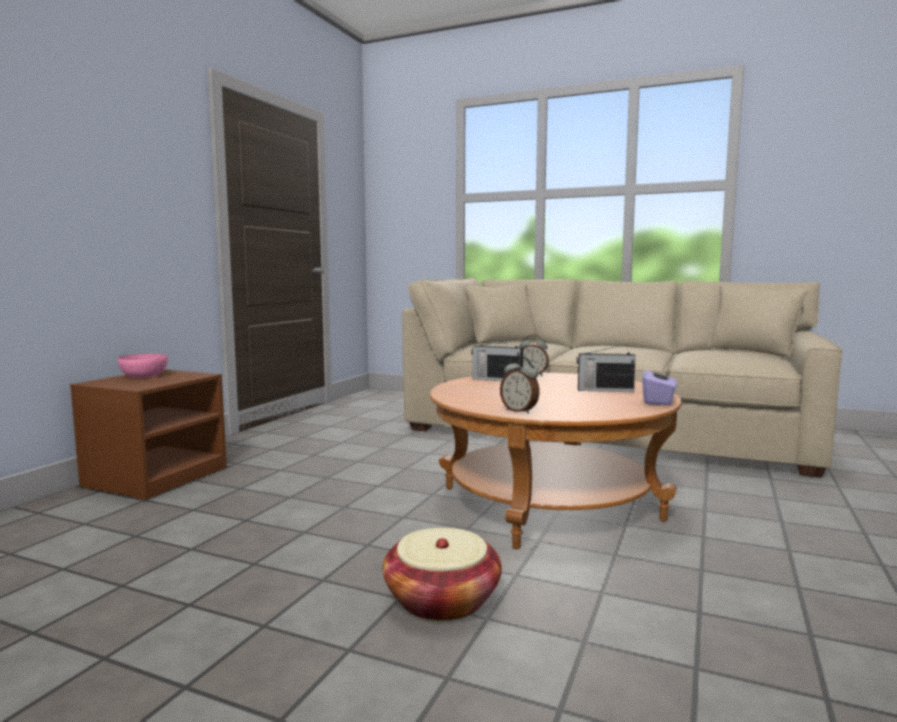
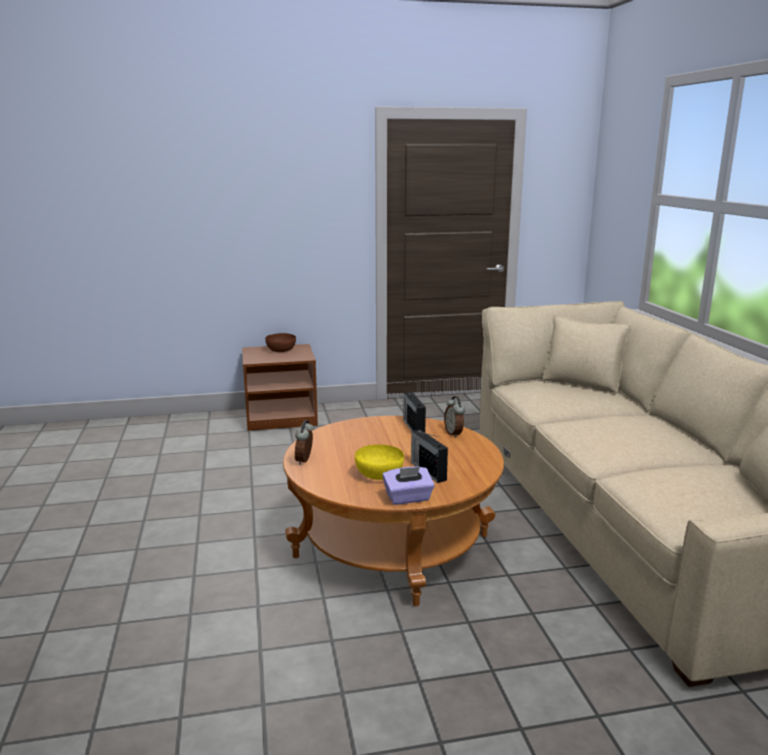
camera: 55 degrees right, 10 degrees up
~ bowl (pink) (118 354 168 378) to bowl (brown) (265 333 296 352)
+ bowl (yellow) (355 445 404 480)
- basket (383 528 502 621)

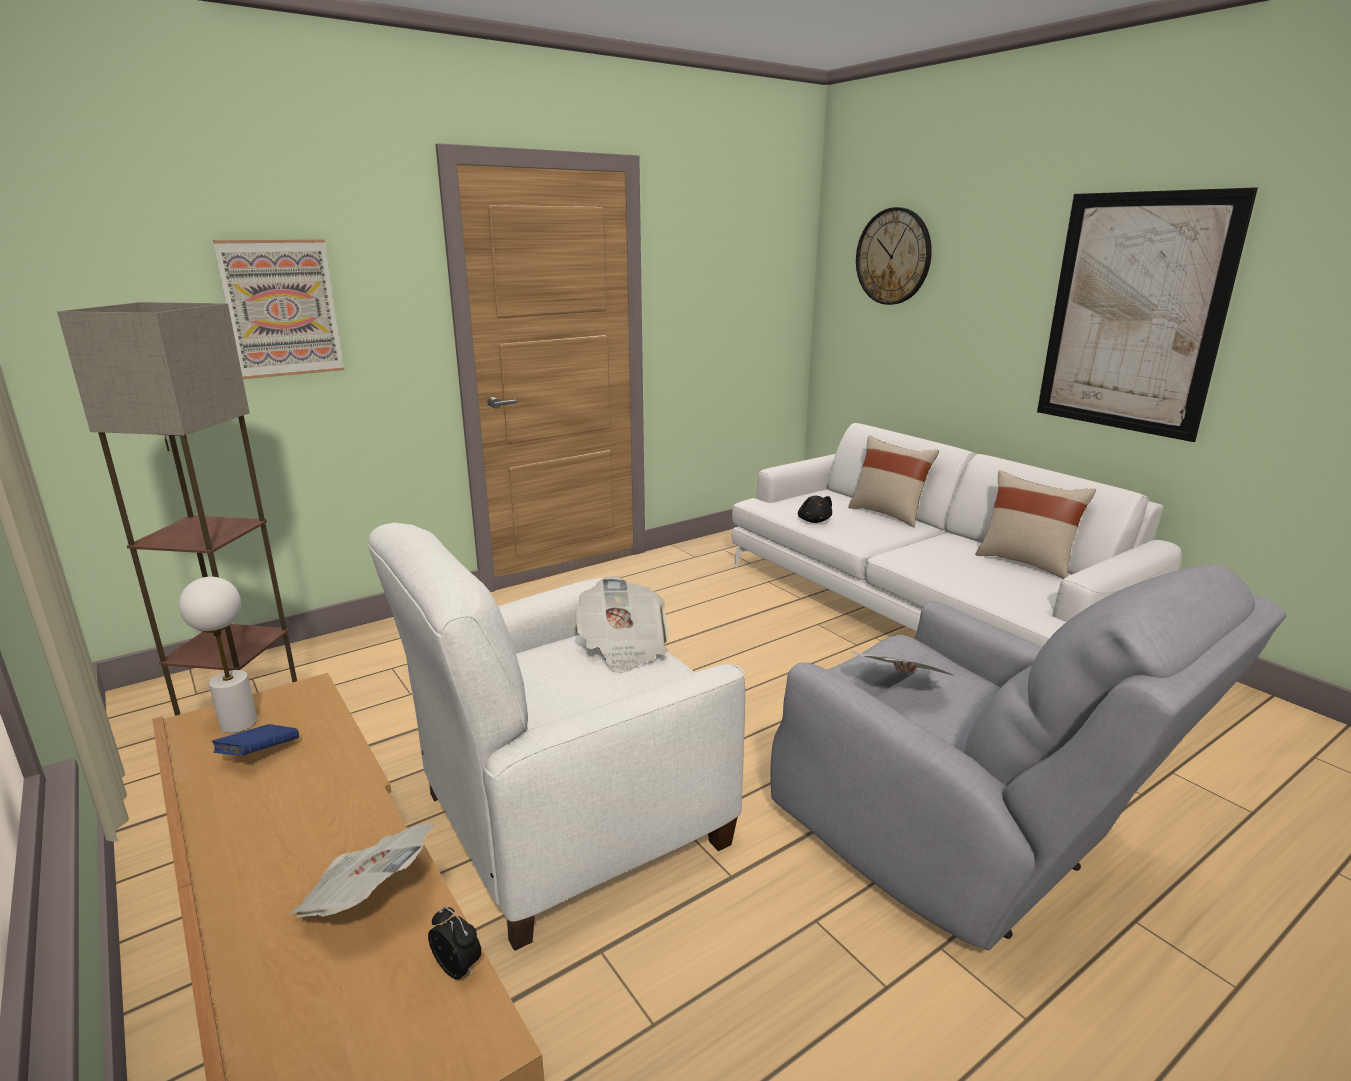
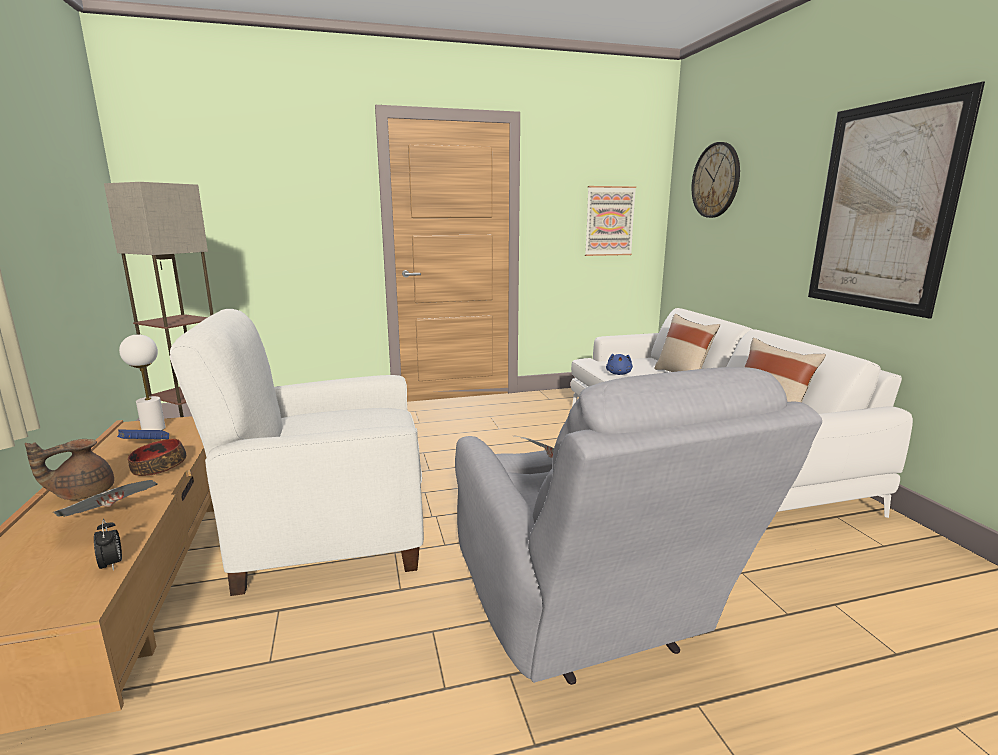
camera: 20 degrees right, 5 degrees down
+ teapot (brown) (25 439 114 500)
+ bowl (128 439 186 476)
~ picture (213 240 344 379) to (585 186 636 256)
~ plush toy (black) (798 496 832 523) to plush toy (blue) (606 354 633 375)
- newspaper (575 576 668 674)

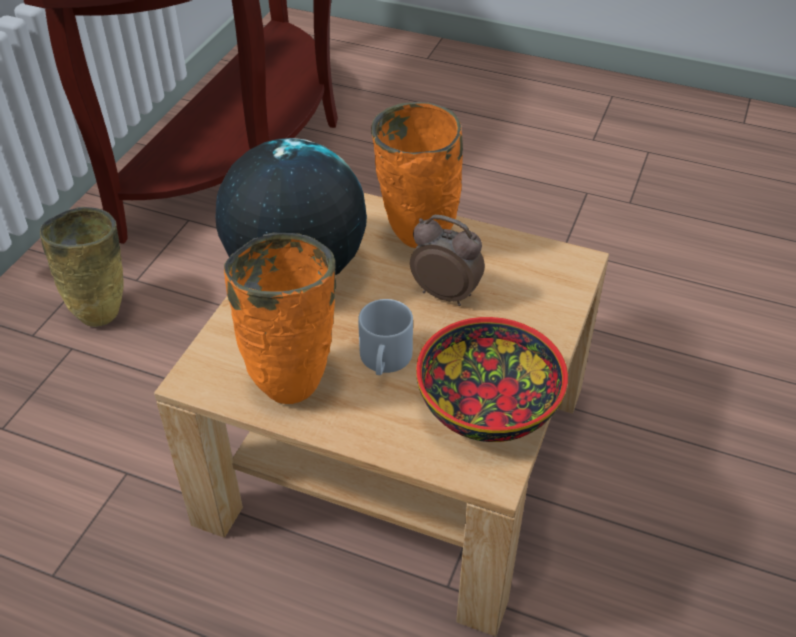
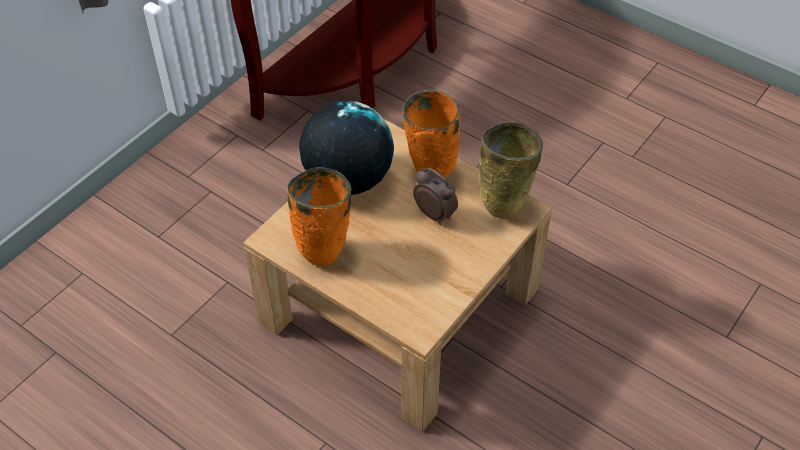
camera: 15 degrees right, 5 degrees up
~ vase (beige) (40 207 124 327) to (478 122 543 218)
- mug (grey) (358 299 413 375)
- bowl (416 317 568 442)

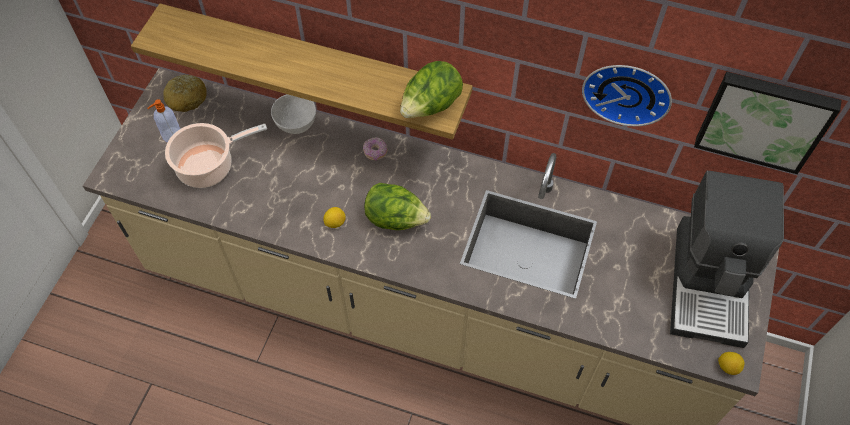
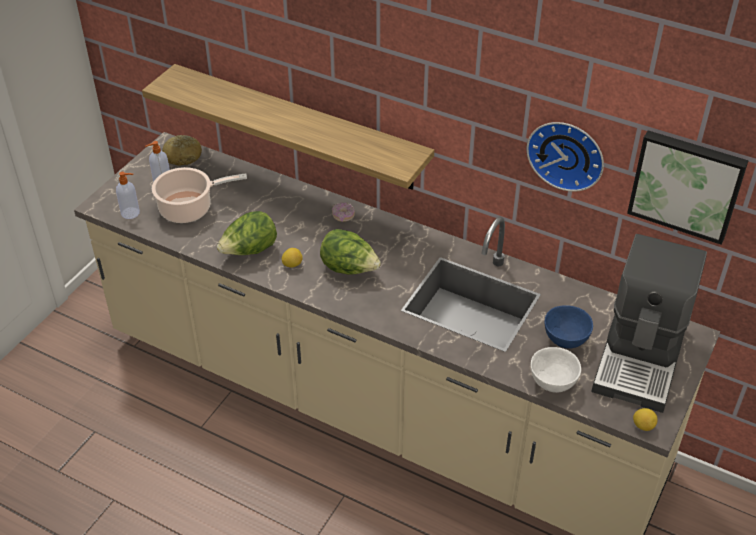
camera: 10 degrees right, 15 degrees down
+ soap dispenser (116 172 140 219)
~ lettuce (400 61 463 118) to (217 211 277 255)
~ bowl (white) (271 94 316 134) to (531 347 581 393)
+ bowl (blue) (545 305 593 349)

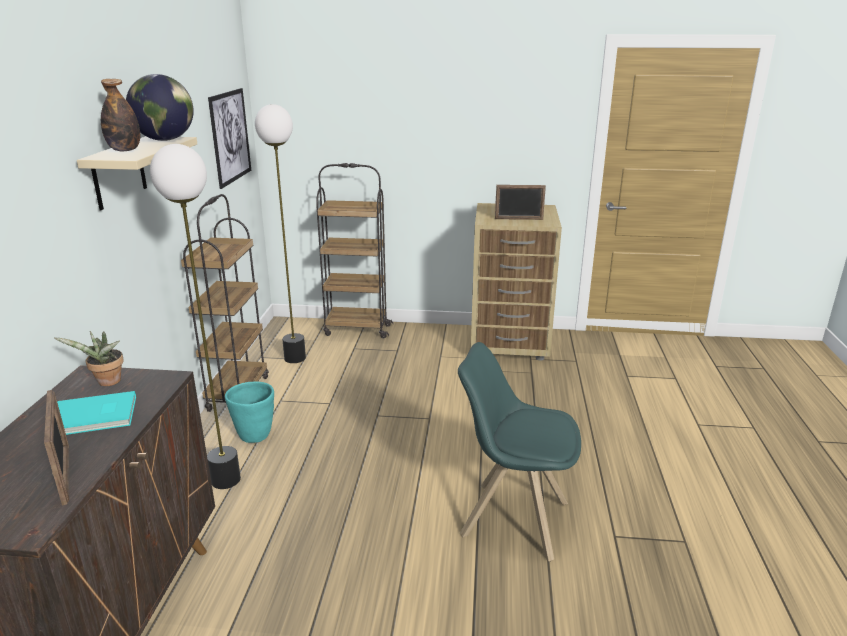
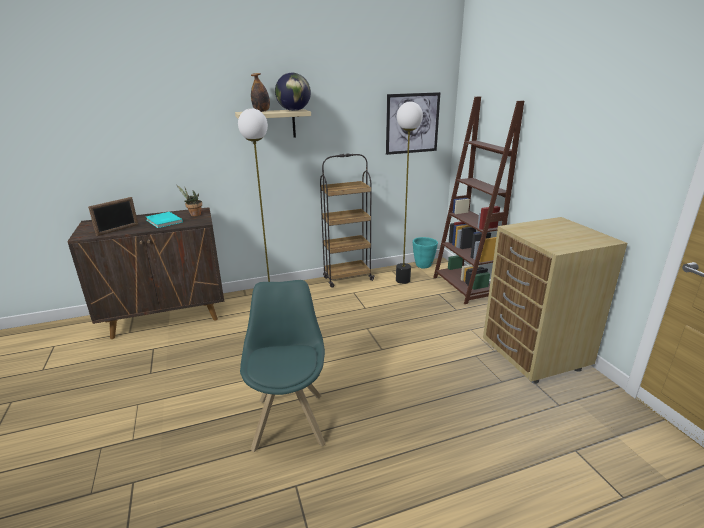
camera: 65 degrees right, 0 degrees up
~ planter (turquoise) (225 381 274 443) to (413 237 438 269)
~ cart (brown) (316 163 393 339) to bookcase (brown) (433 97 524 304)
- picture frame (495 185 546 220)

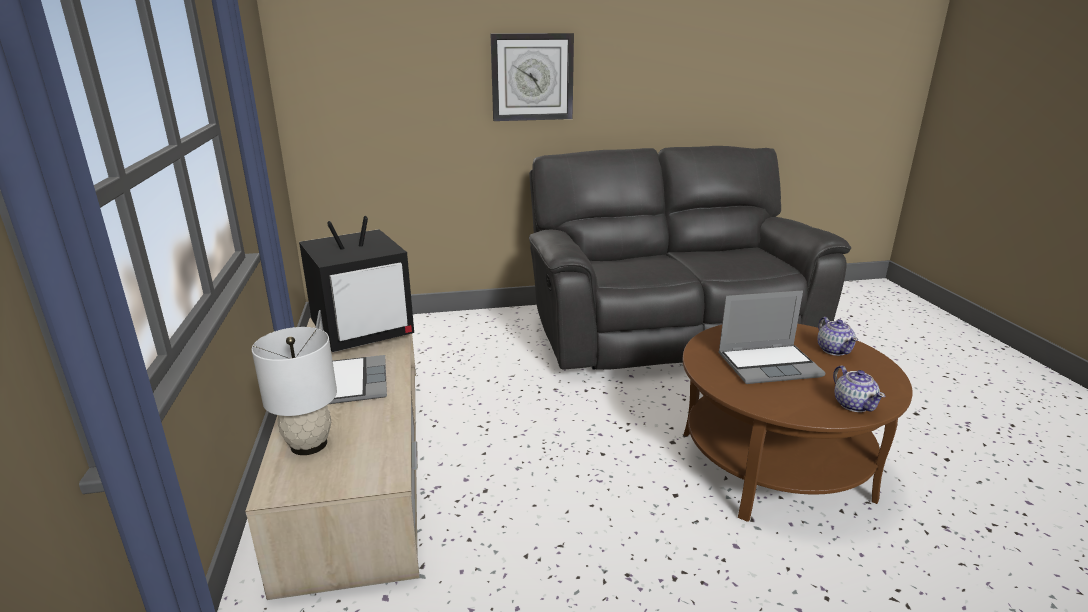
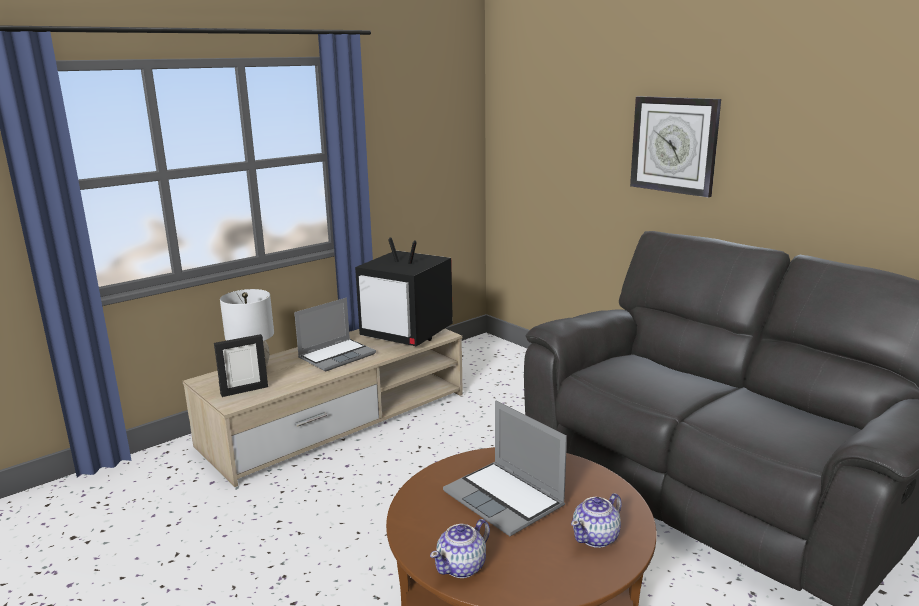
camera: 60 degrees right, 5 degrees down
+ picture frame (214 334 268 397)

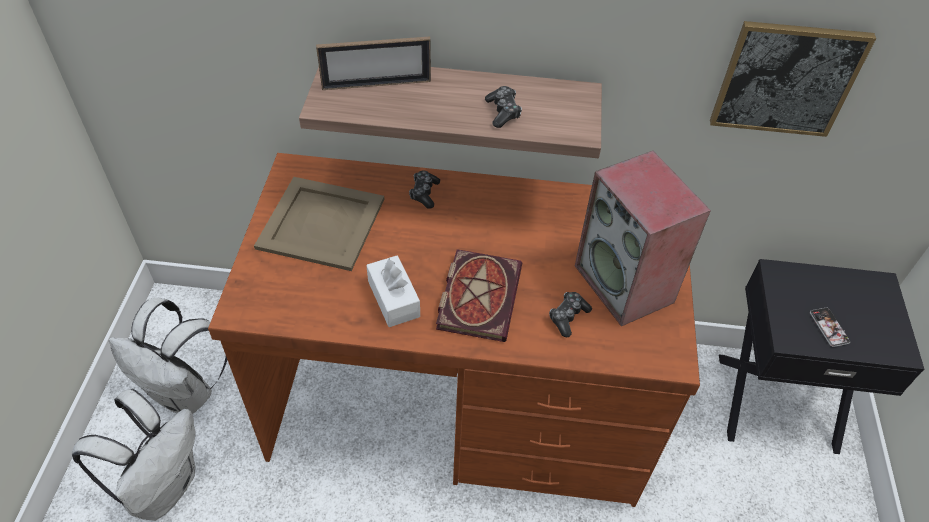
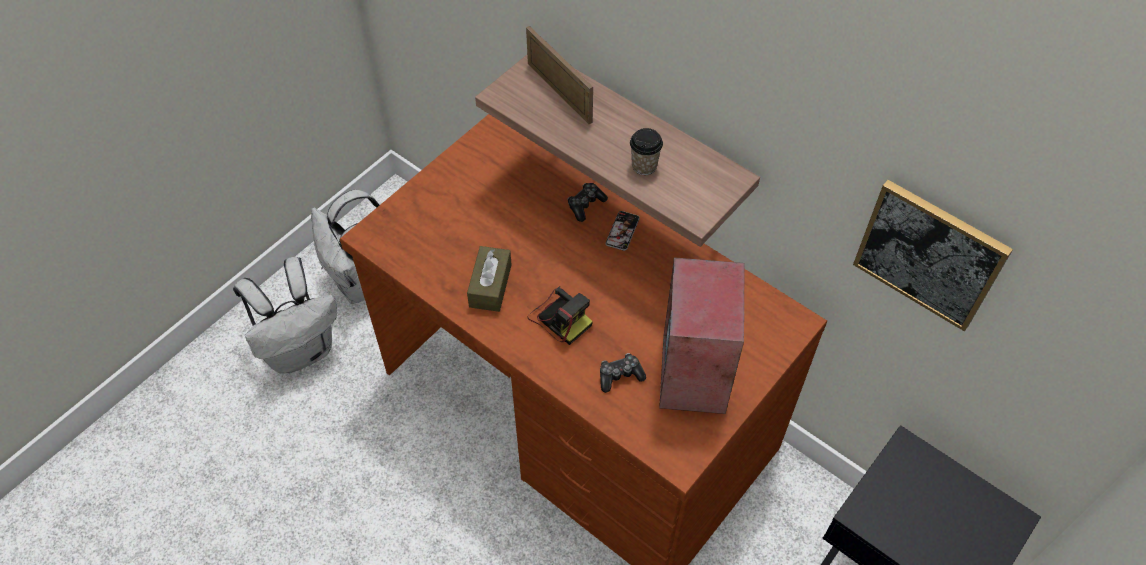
camera: 35 degrees right, 5 degrees up
~ tissue box (white) (366 255 420 327) to tissue box (brown) (467 246 512 312)
~ picture frame (316 36 431 90) = (526 26 593 124) 150 degrees counterclockwise
~ book (436 249 522 342) to photo camera (527 286 593 345)
~ phone (810 308 850 347) to (605 211 640 251)
~ game controller (485 86 522 128) to cup (630 128 663 175)
- tray (beige) (254 177 384 271)

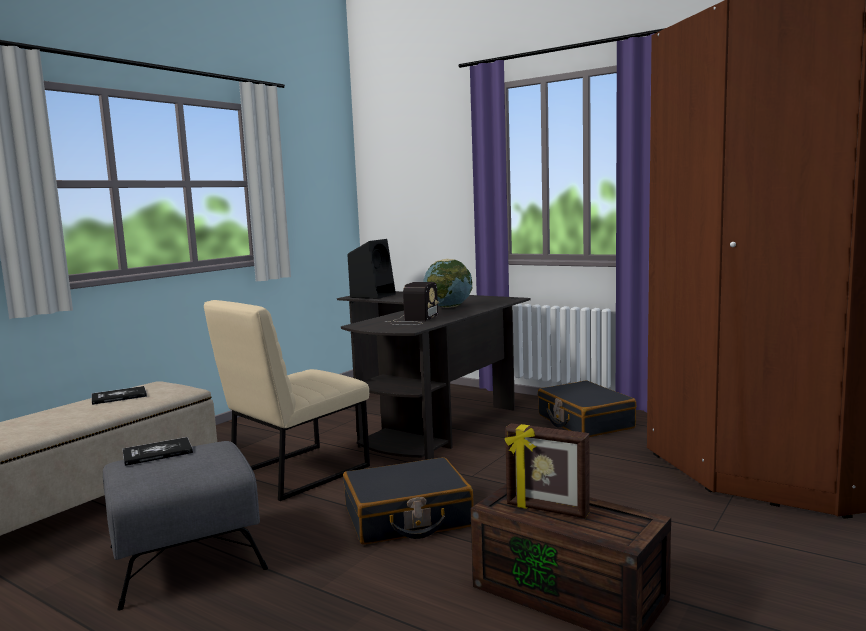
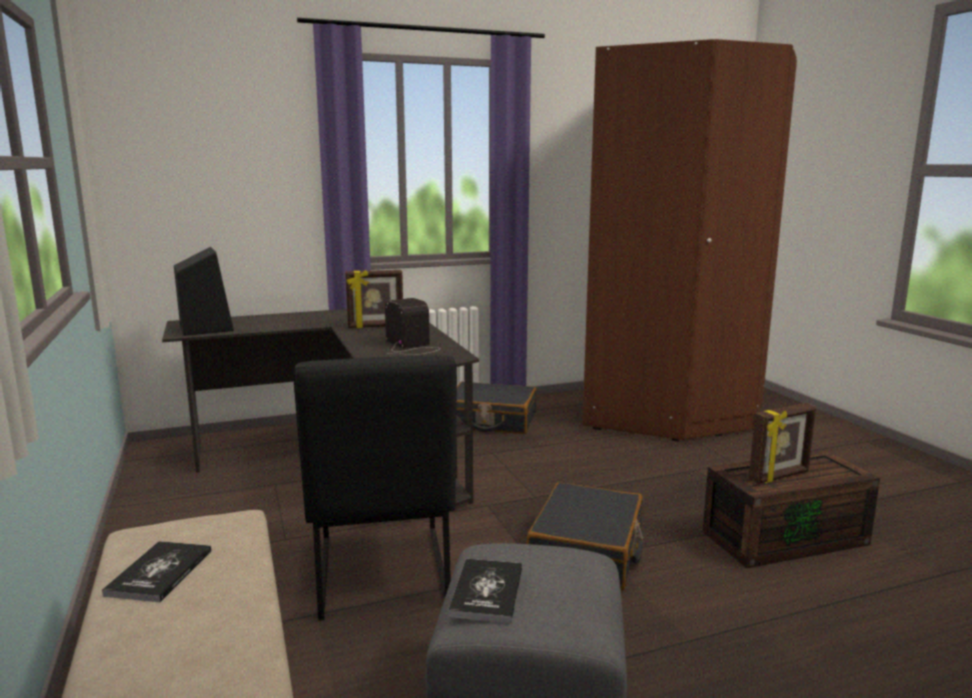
camera: 55 degrees left, 5 degrees up
~ chair (beige) (204 300 370 501) to chair (black) (294 355 457 621)
~ globe (423 259 472 308) to picture frame (345 270 403 328)

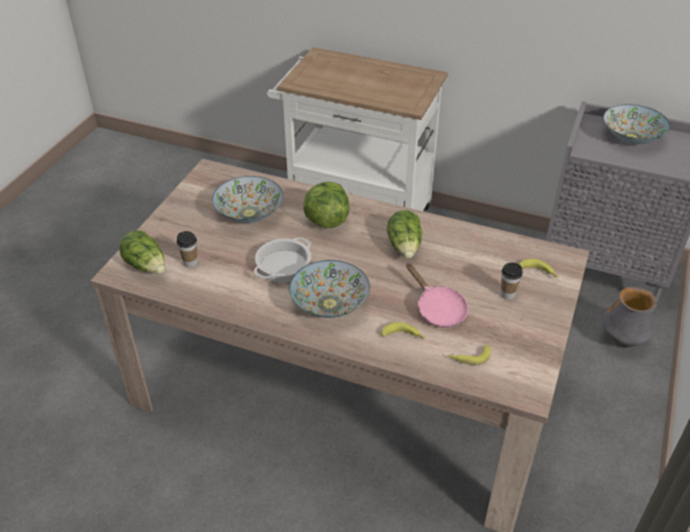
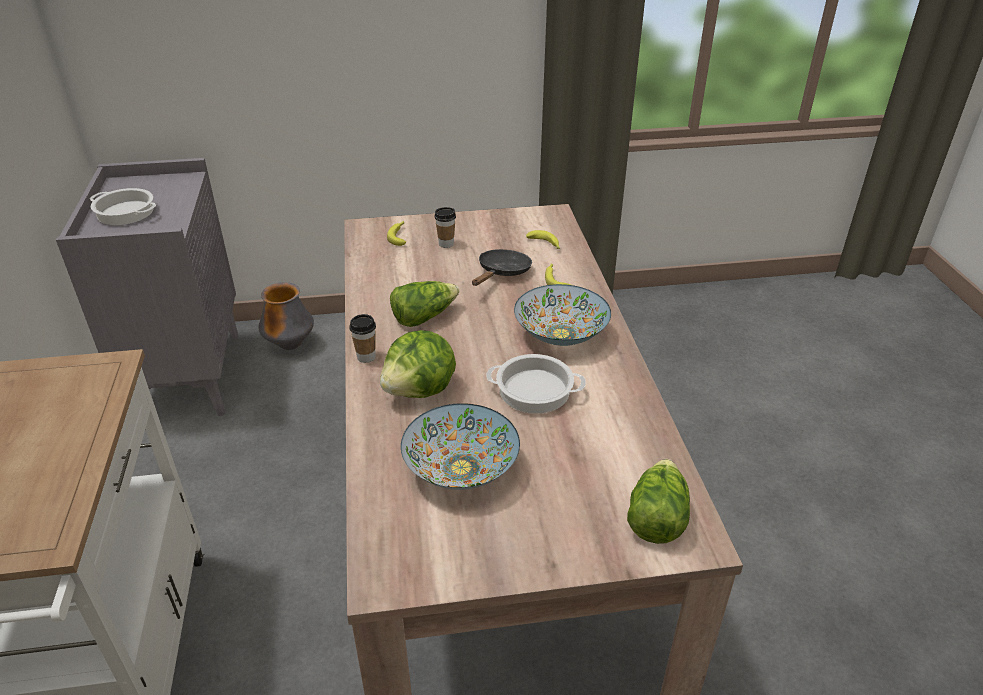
camera: 120 degrees left, 5 degrees down
~ bowl (604 104 670 144) to cooking pot (90 188 156 225)
~ cup (177 231 198 268) to (349 314 376 363)
~ frying pan (pink) (406 263 468 328) to frying pan (black) (472 249 532 286)

